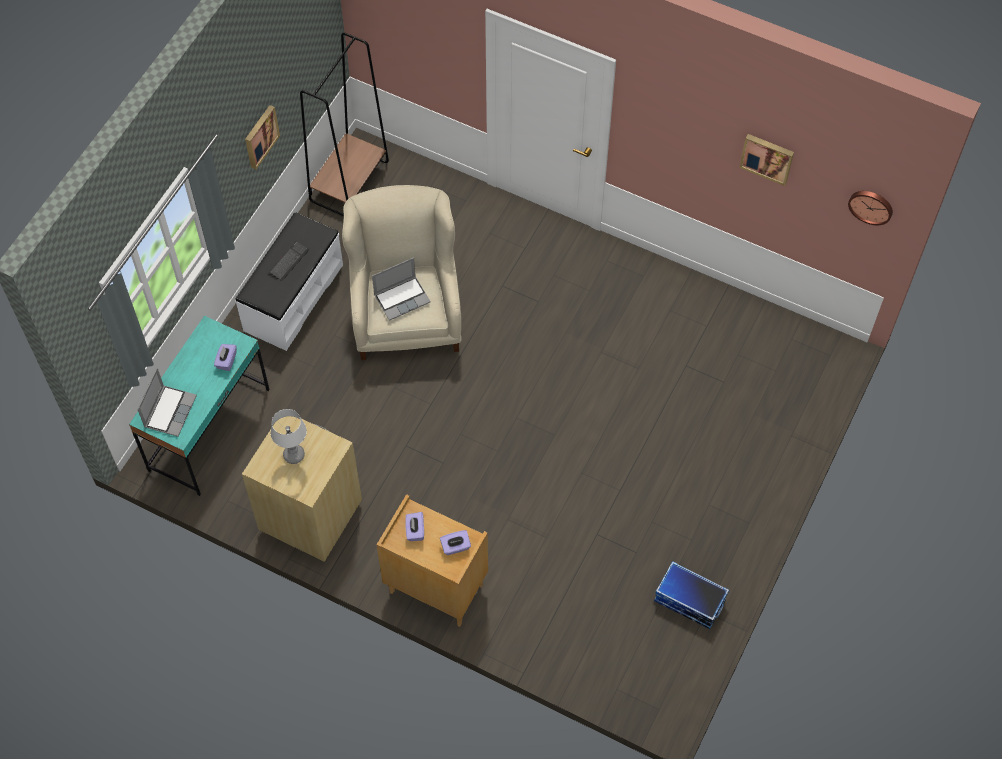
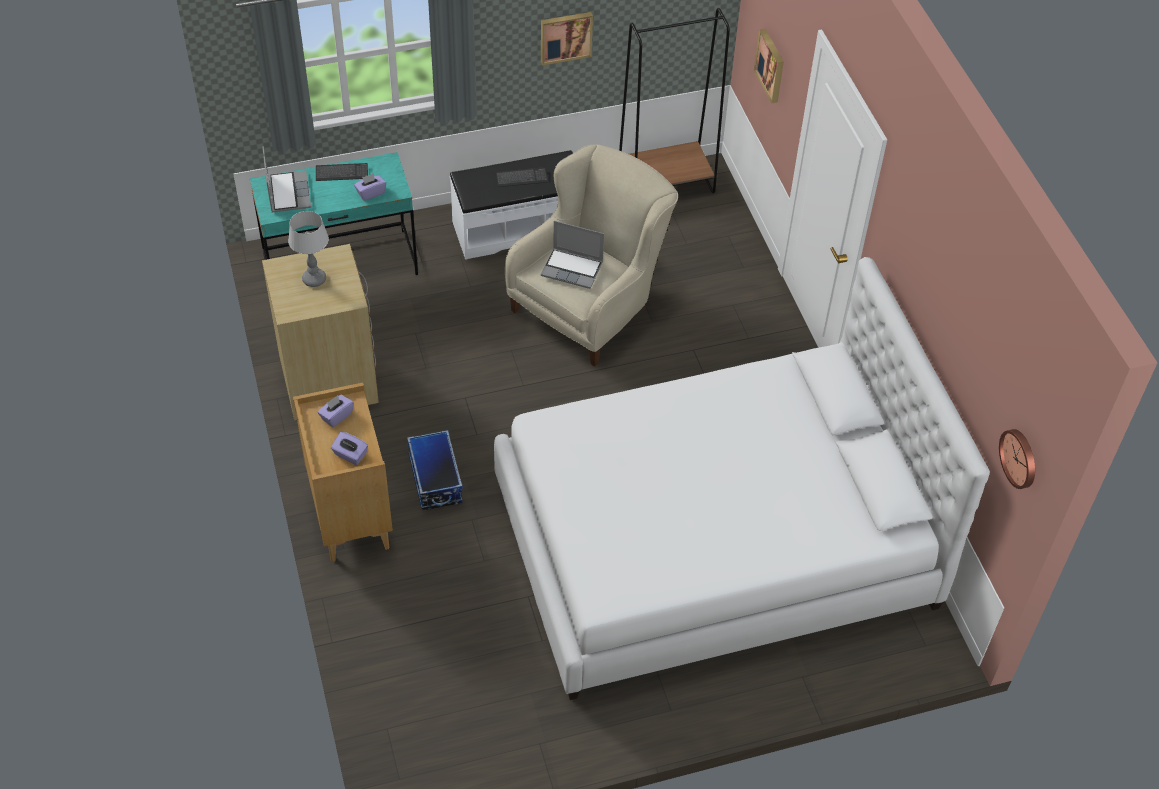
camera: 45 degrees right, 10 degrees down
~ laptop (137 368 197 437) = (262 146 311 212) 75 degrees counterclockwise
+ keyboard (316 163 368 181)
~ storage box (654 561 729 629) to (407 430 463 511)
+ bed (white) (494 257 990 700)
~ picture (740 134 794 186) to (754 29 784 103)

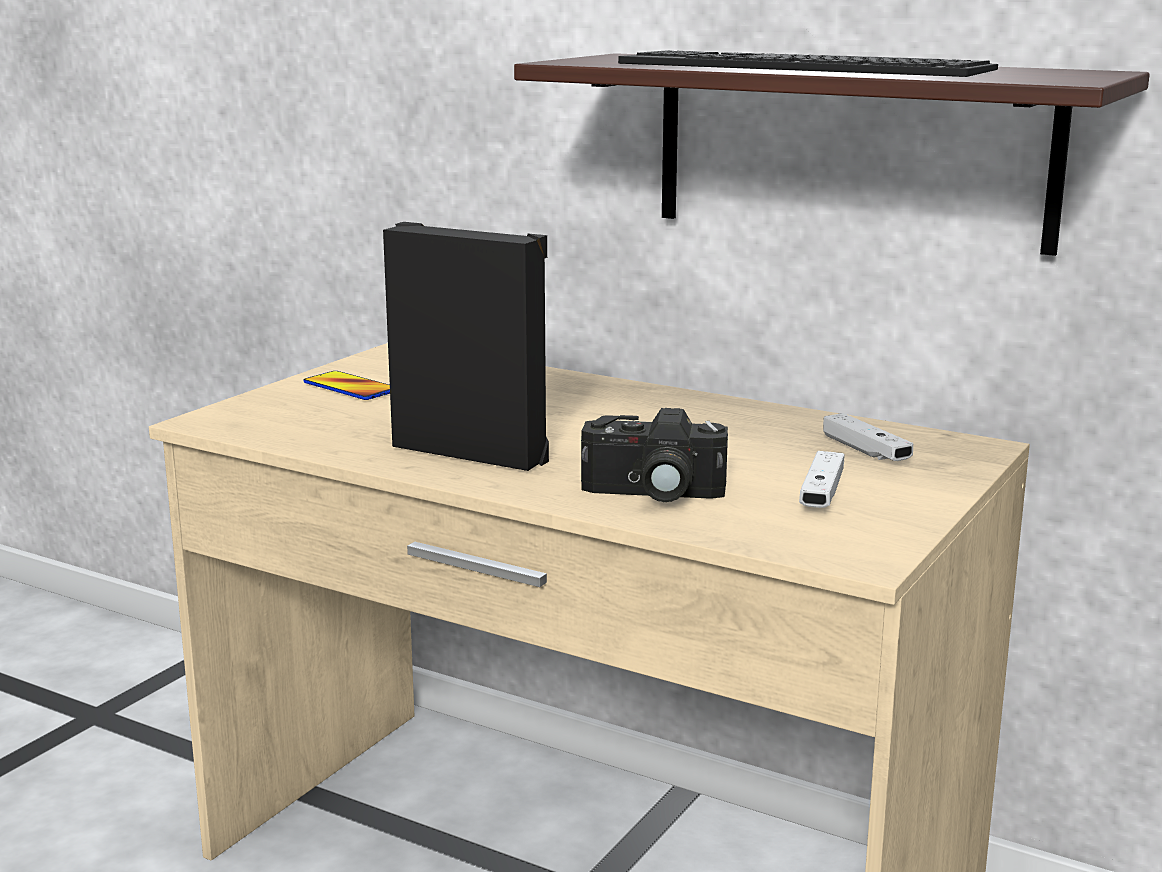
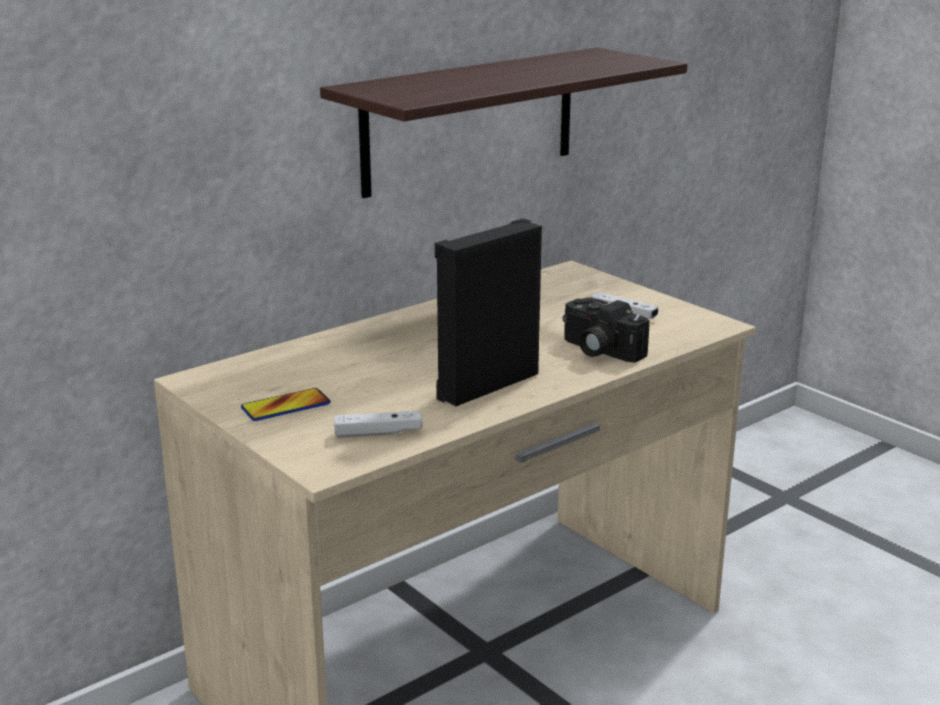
camera: 70 degrees left, 5 degrees up
~ game controller (white) (823 413 913 461) to (334 411 422 438)
~ photo camera (581 408 728 502) = (562 297 650 363) 105 degrees clockwise
- keyboard (618 50 998 77)

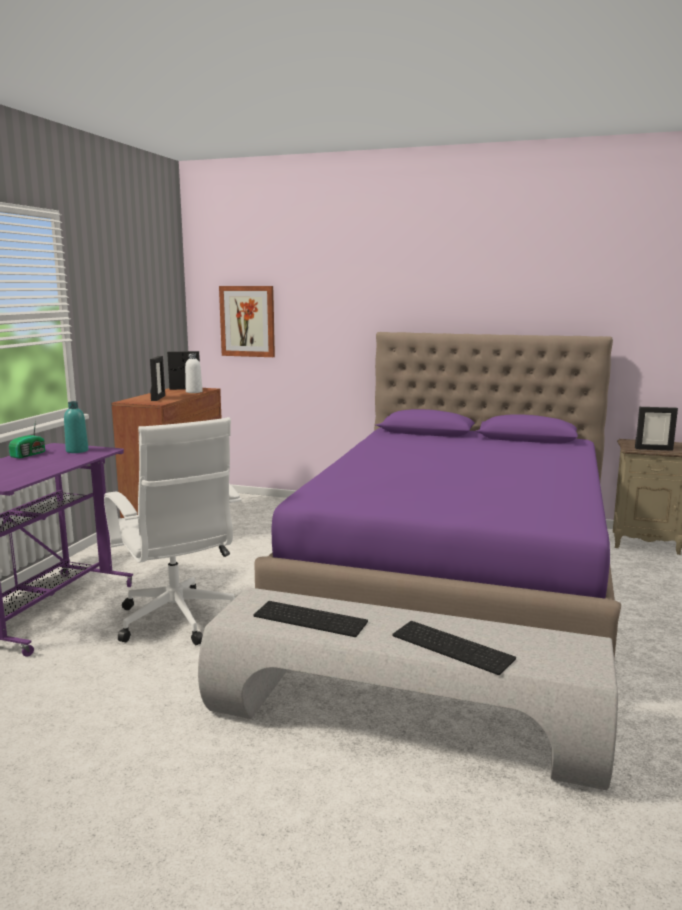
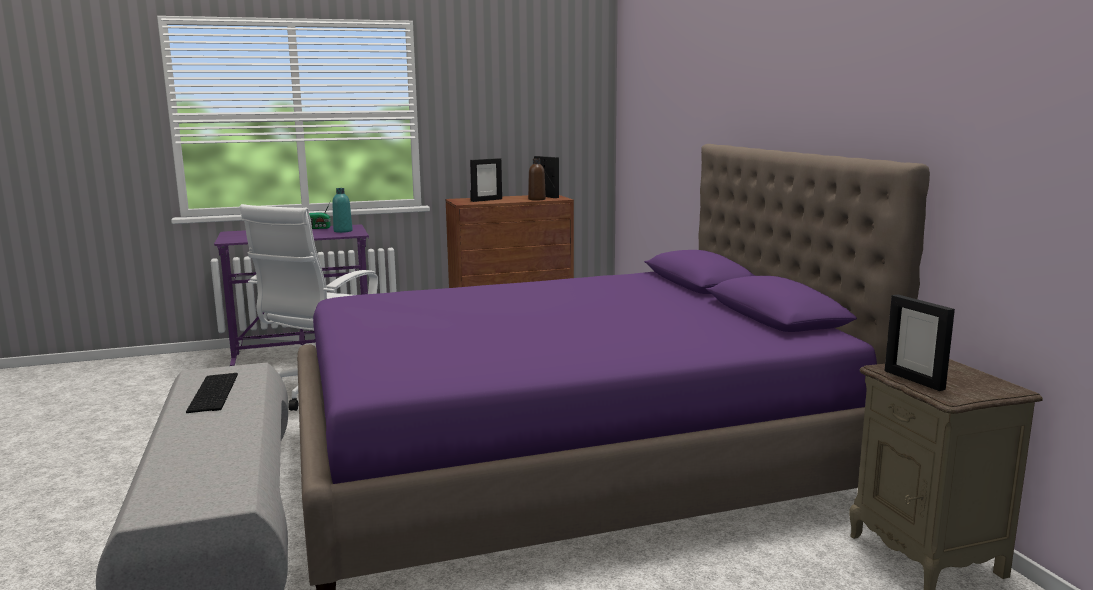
camera: 55 degrees right, 0 degrees up
~ bottle (white) (185 353 203 393) to bottle (brown) (528 158 546 201)
- picture (219 286 275 357)
- keyboard (392 621 516 675)

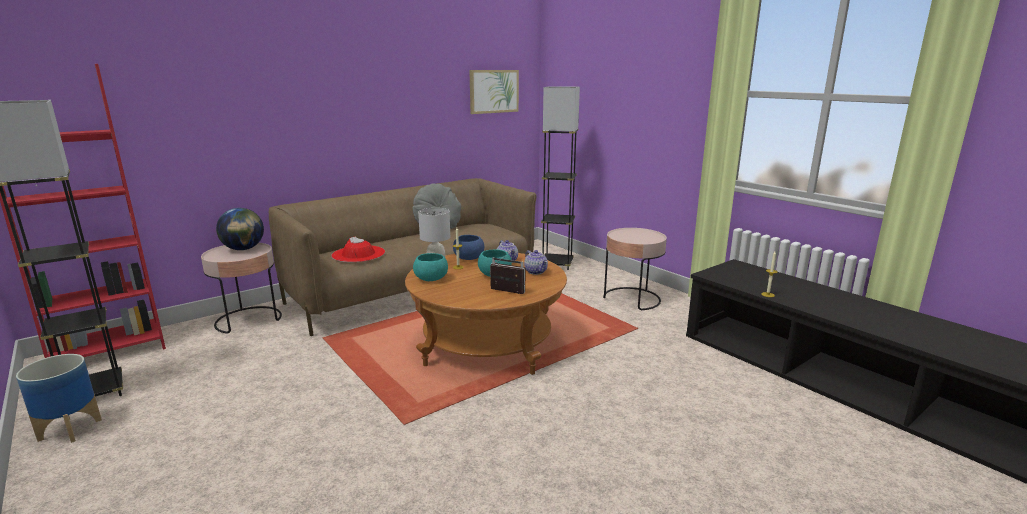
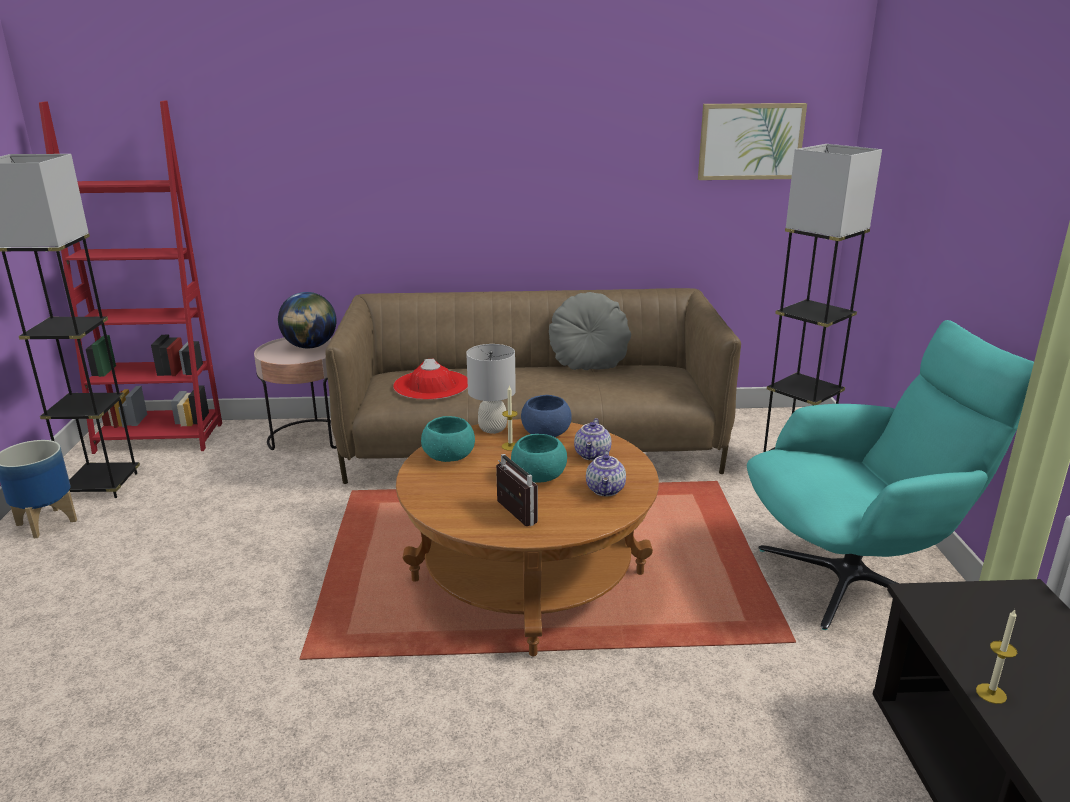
camera: 35 degrees right, 5 degrees up
~ side table (pink) (603 228 667 311) to armchair (turquoise) (747 320 1034 630)

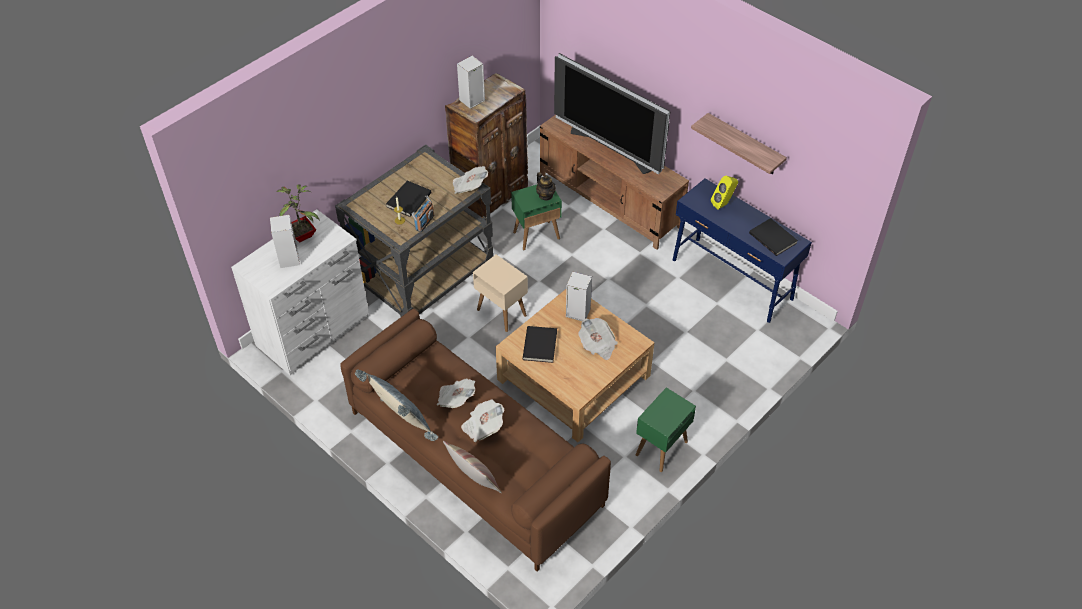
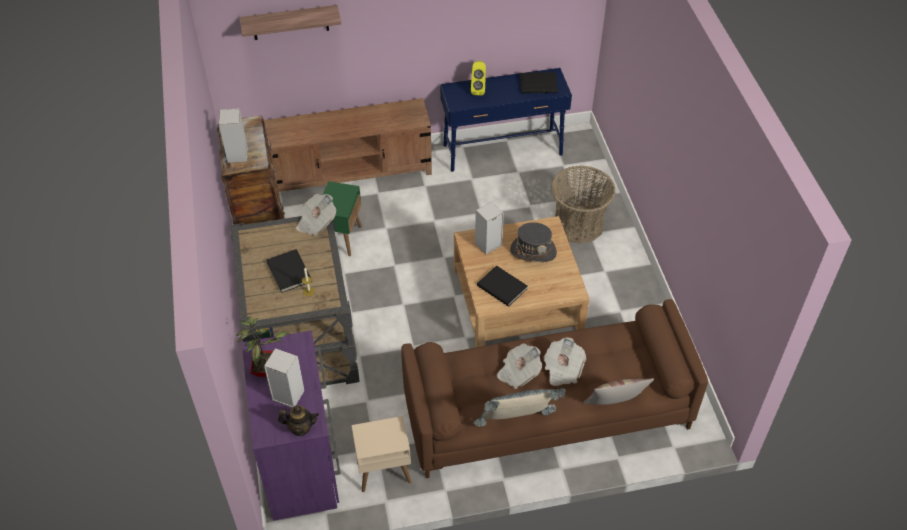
camera: 55 degrees left, 0 degrees up
~ shelf (691 113 787 174) to (240 5 341 40)
~ dresser (white) (231 209 369 375) to dresser (purple) (242 330 341 521)
~ teapot (536 172 556 200) to (278 406 319 436)
~ side table (beige) (473 254 528 332) to (352 416 411 492)
~ newspaper (578 318 618 360) to hat (grey) (510 222 557 262)
+ basket (551 166 616 244)
- radio (412 196 434 232)
- television (554 53 670 174)
- side table (green) (636 387 696 472)

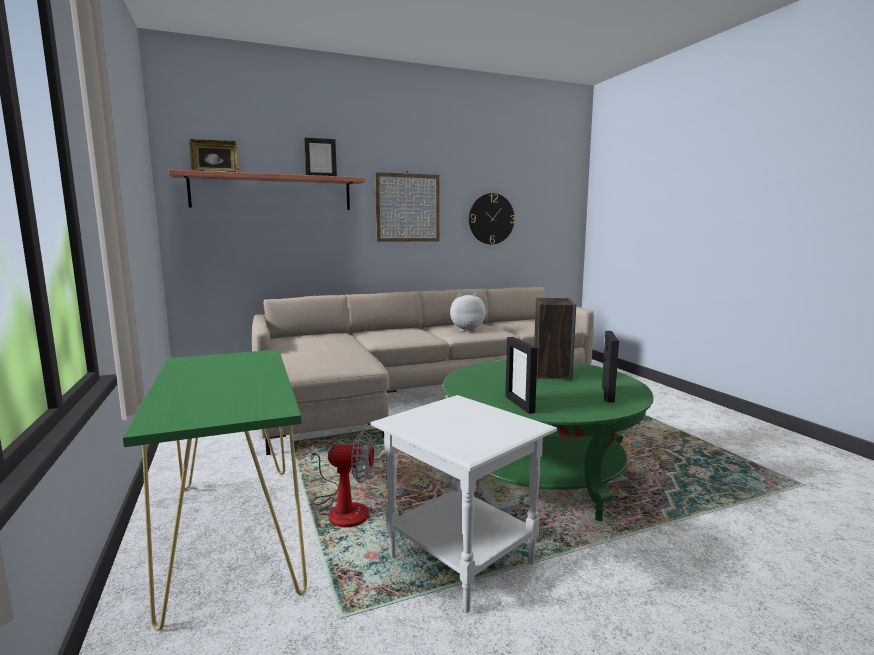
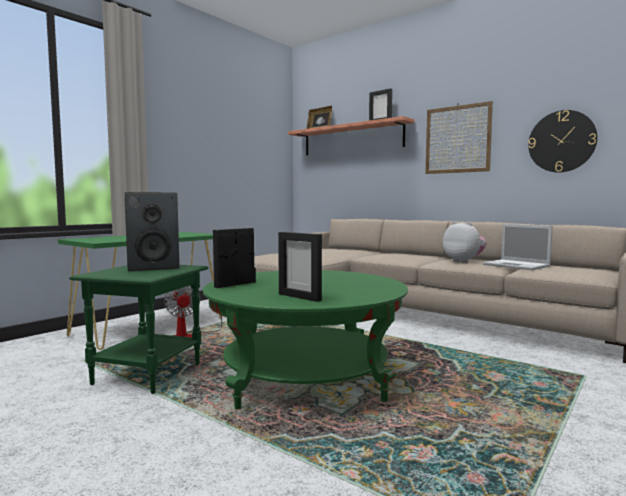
camera: 60 degrees right, 5 degrees down
~ side table (white) (371 395 557 613) to side table (green) (69 265 208 394)
~ speaker (534 298 576 380) to (124 192 180 271)
~ picture frame (602 331 619 403) = (278 232 322 302) 60 degrees clockwise
+ laptop (483 224 553 270)

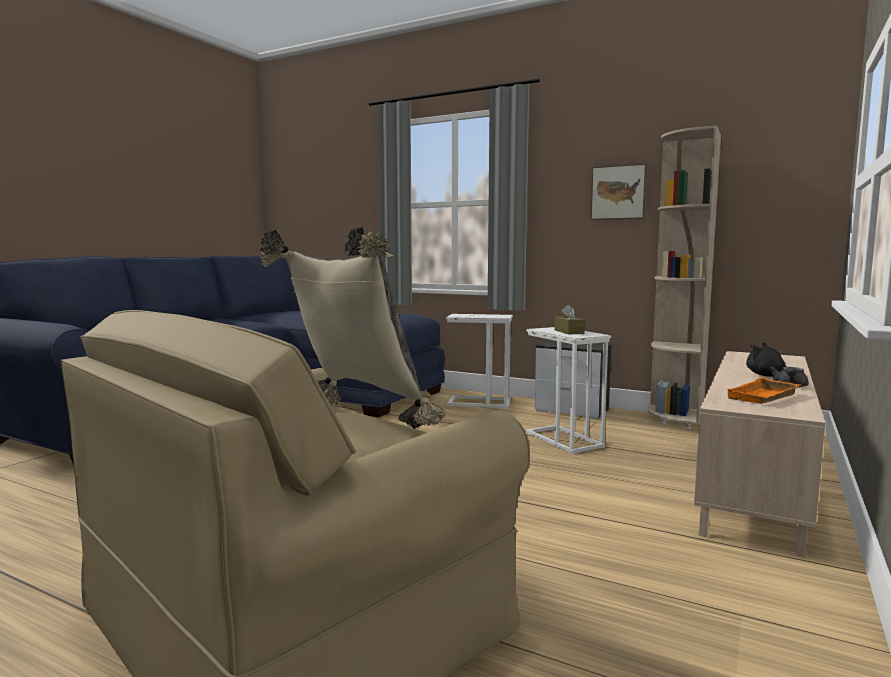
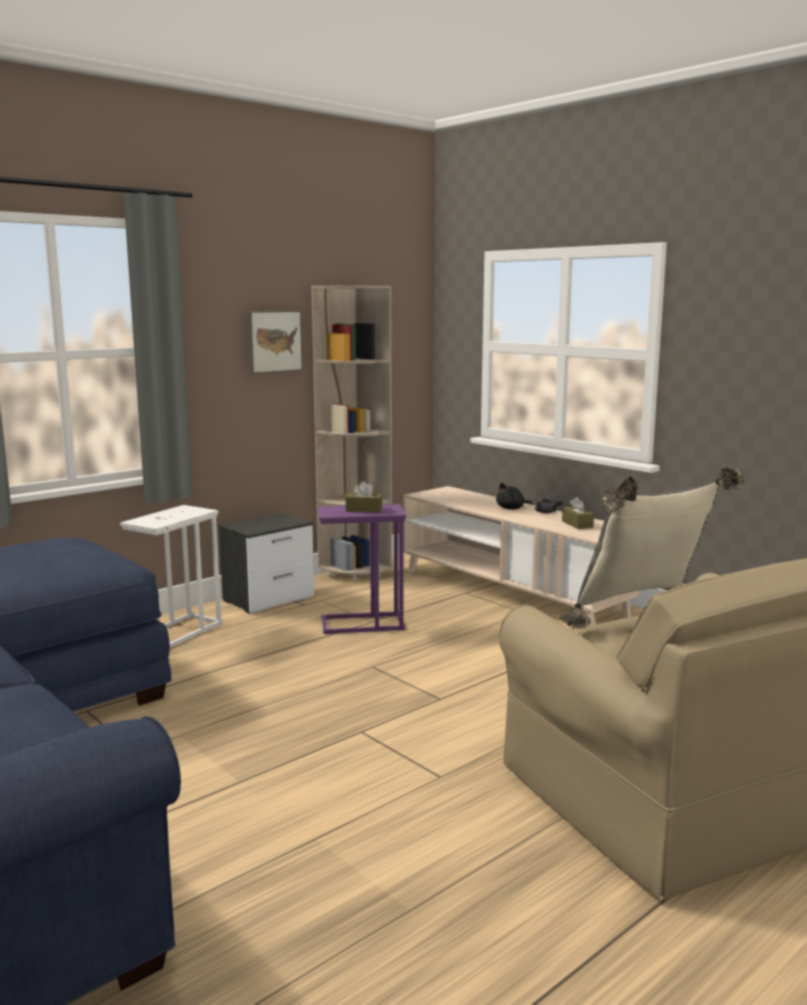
camera: 70 degrees left, 5 degrees up
~ side table (white) (526 327 611 454) to side table (purple) (317 504 406 634)
~ tray (orange) (727 377 800 404) to tissue box (brown) (562 497 594 529)

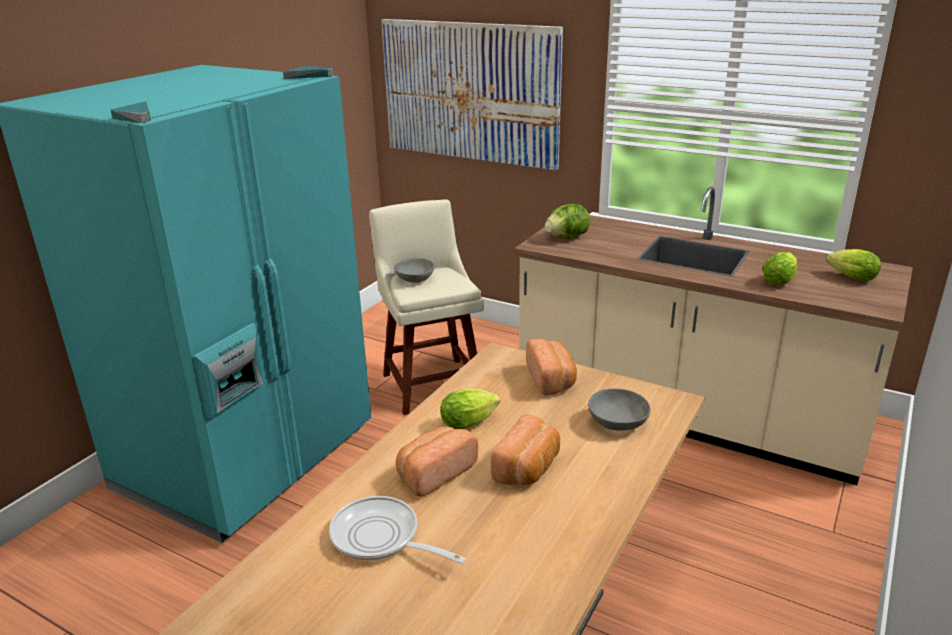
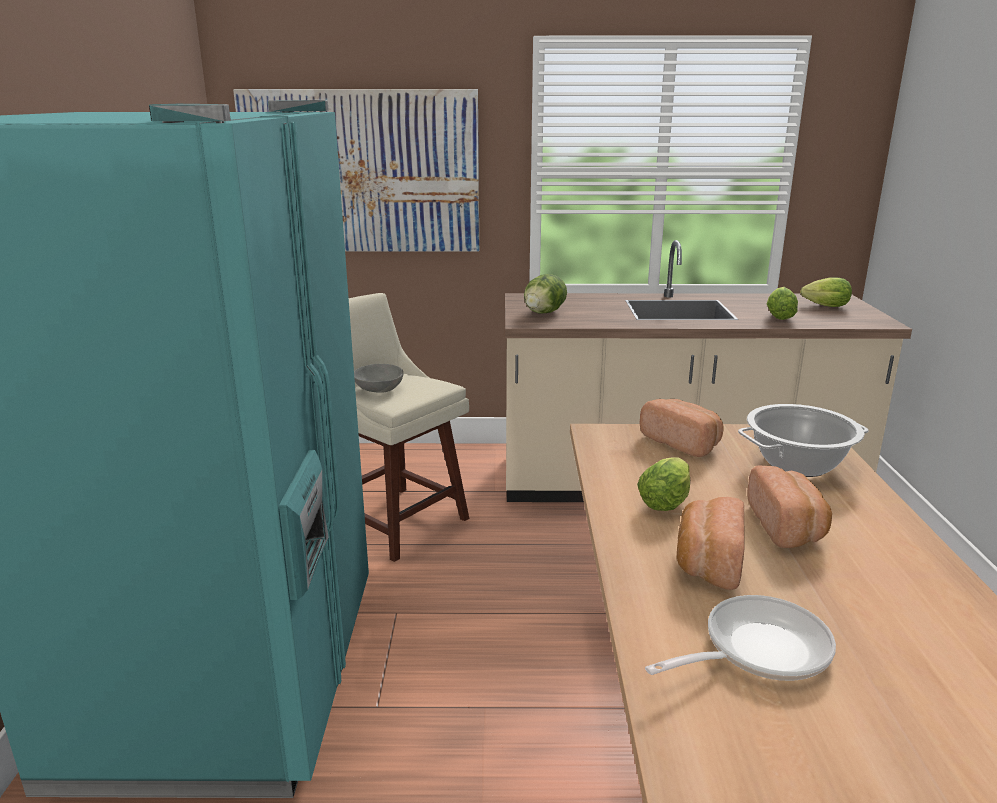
camera: 30 degrees left, 5 degrees down
~ frying pan (329 496 466 564) = (645 595 836 681) 150 degrees clockwise
~ bowl (grey) (588 389 651 431) to cooking pot (738 404 869 477)

